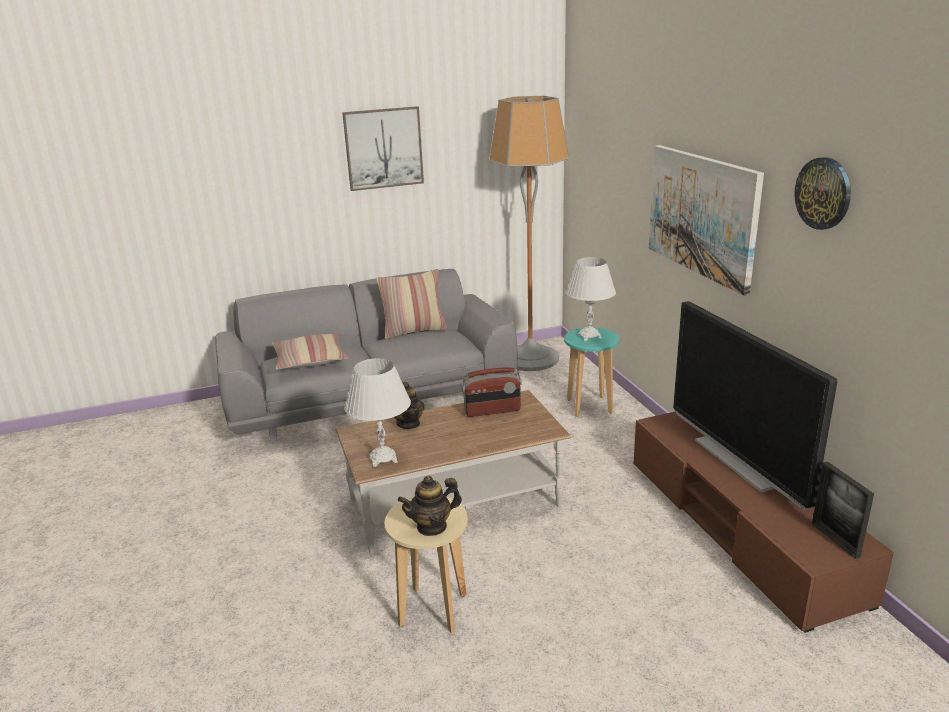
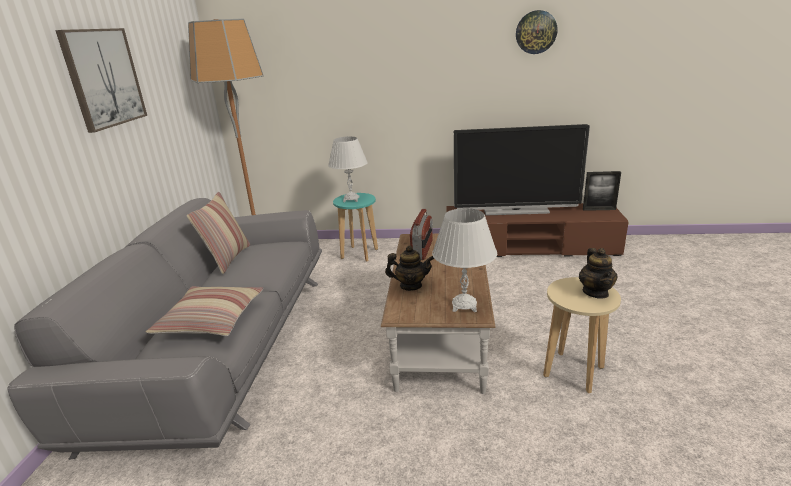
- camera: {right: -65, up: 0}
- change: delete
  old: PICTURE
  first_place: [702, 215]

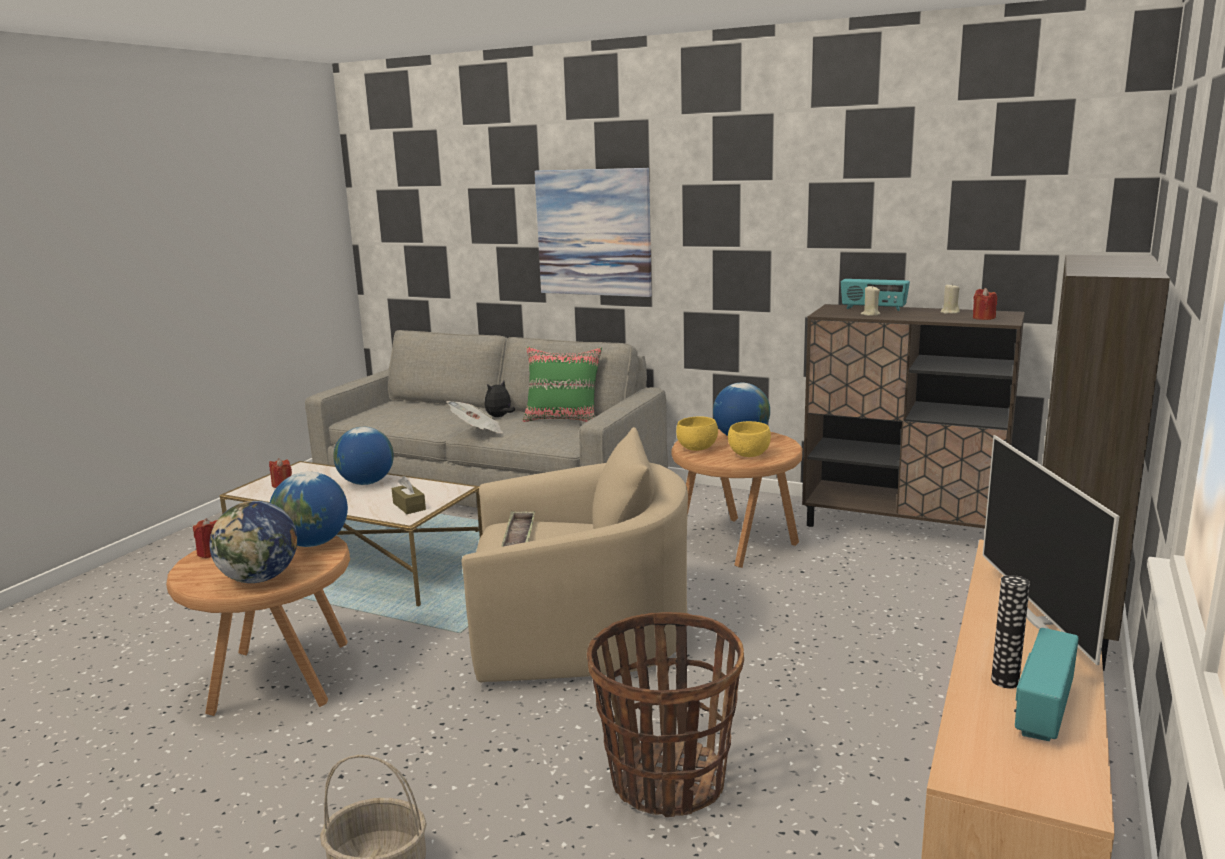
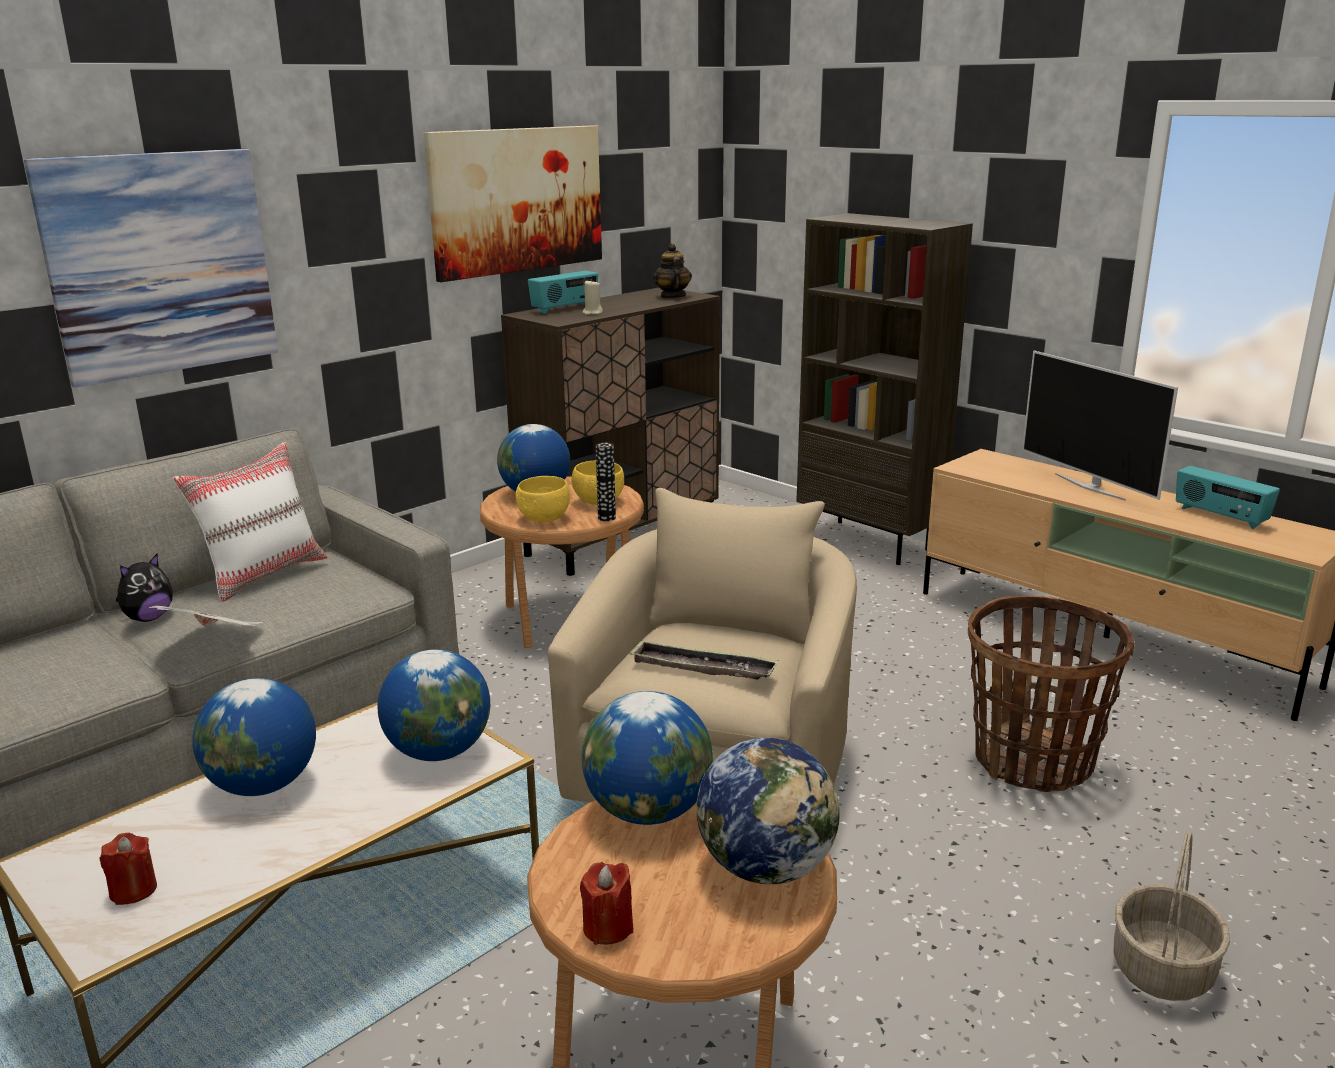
- camera: {right: -70, up: 5}
- change: delete
  old: BEIGE CANDLE
  first_place: [949, 312]
- change: replace
  old: RED CANDLE
  new: TEAPOT
  first_place: [983, 318]
  second_place: [672, 296]
- change: recolor
  old: GREEN PILLOW
  new: WHITE PILLOW
  first_place: [563, 420]
  second_place: [264, 575]
- change: rotate
  old: PLUSH TOY
  first_place: [499, 417]
  second_place: [148, 618]
  degrees: -120
- change: rotate
  old: TELEVISION
  first_place: [1042, 621]
  second_place: [1090, 486]
  degrees: 45
- change: replace
  old: BROWN TISSUE BOX
  new: GLOBE
  first_place: [409, 506]
  second_place: [439, 752]
- change: move
  old: VASE
  first_place: [1005, 681]
  second_place: [606, 518]
- change: insert
  new: PICTURE
  second_place: [517, 200]

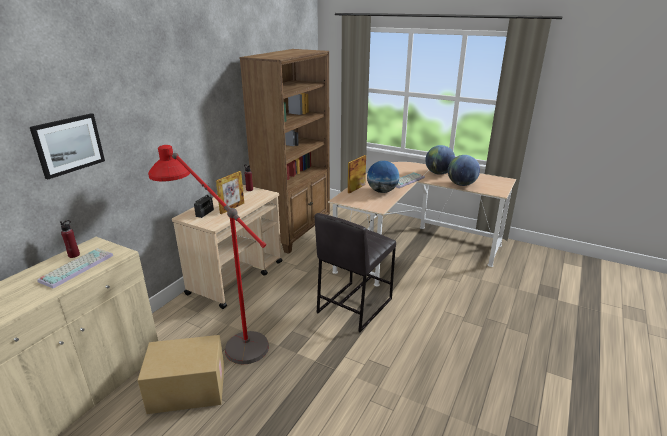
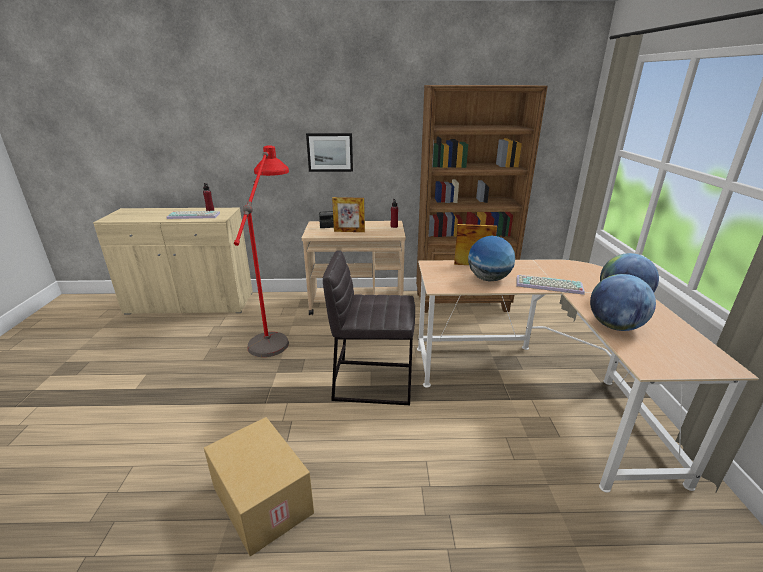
- camera: {right: 60, up: 0}
- change: move
  old: PICTURE
  first_place: [68, 145]
  second_place: [330, 152]
- change: move
  old: CARDBOARD BOX
  first_place: [187, 390]
  second_place: [260, 500]

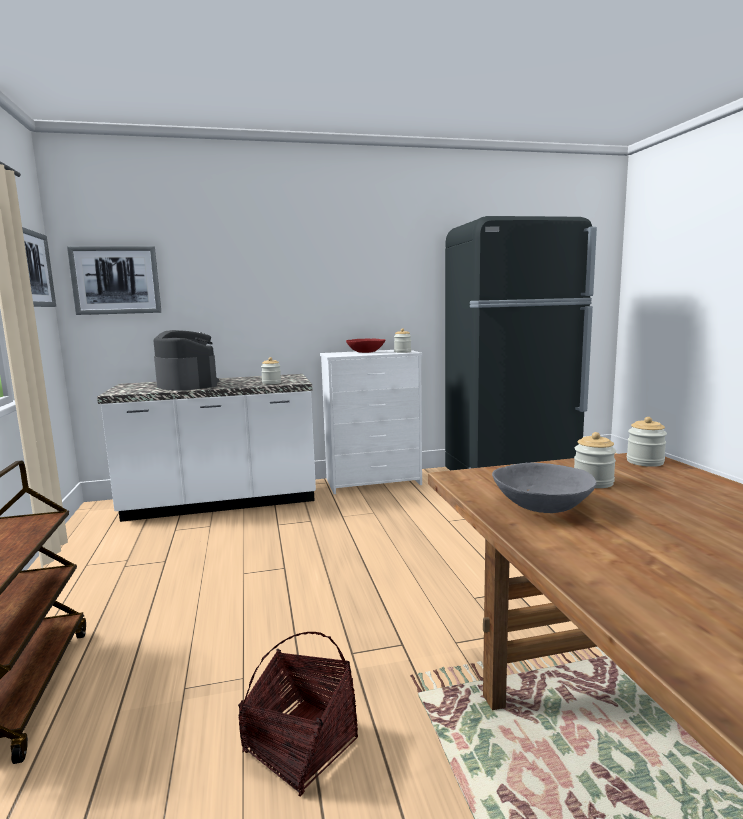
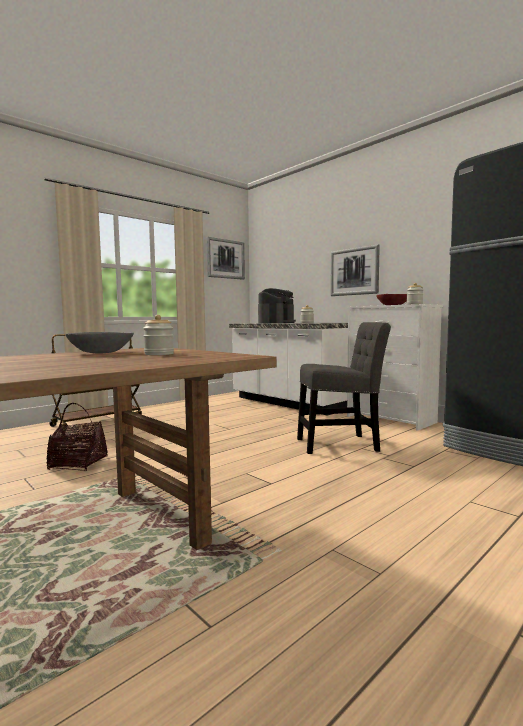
- camera: {right: 60, up: -5}
- change: move
  old: PICTURE
  first_place: [116, 280]
  second_place: [354, 271]
- change: delete
  old: JAR
  first_place: [645, 462]
- change: insert
  new: GREY CHAIR
  second_place: [341, 444]

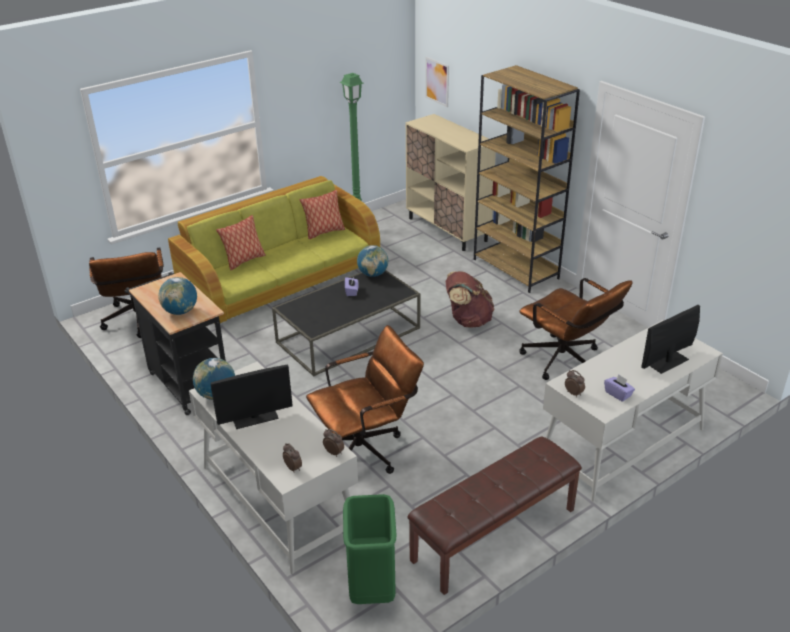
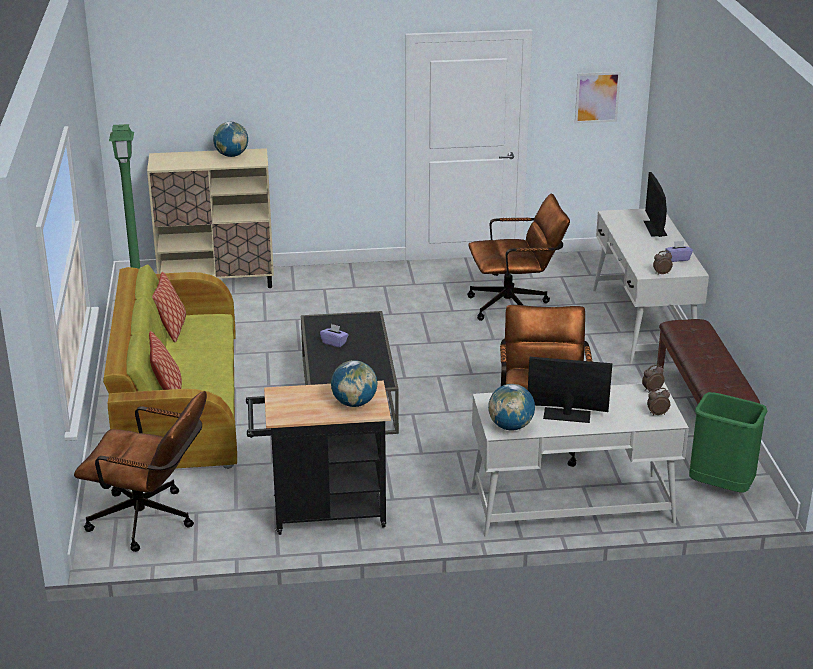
- camera: {right: -60, up: -5}
- change: move
  old: PICTURE
  first_place: [437, 81]
  second_place: [597, 97]
- change: delete
  old: BROWN BOOKCASE
  first_place: [516, 269]
- change: move
  old: GLOBE
  first_place: [373, 274]
  second_place: [231, 155]
- change: delete
  old: BROWN BACKPACK
  first_place: [467, 320]
- change: rotate
  old: MONITOR
  first_place: [255, 418]
  second_place: [567, 415]
  degrees: -90

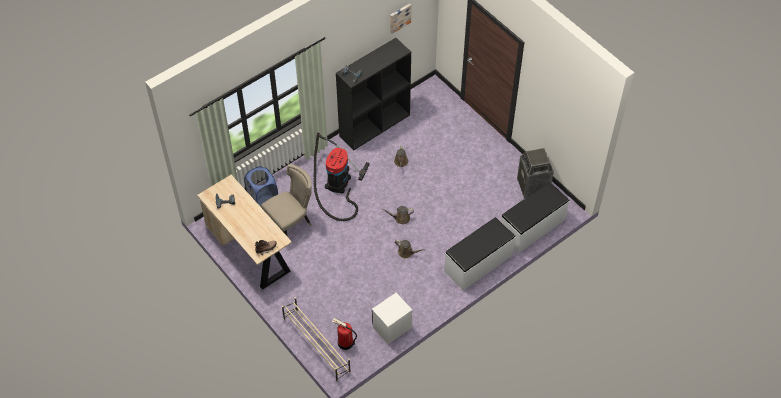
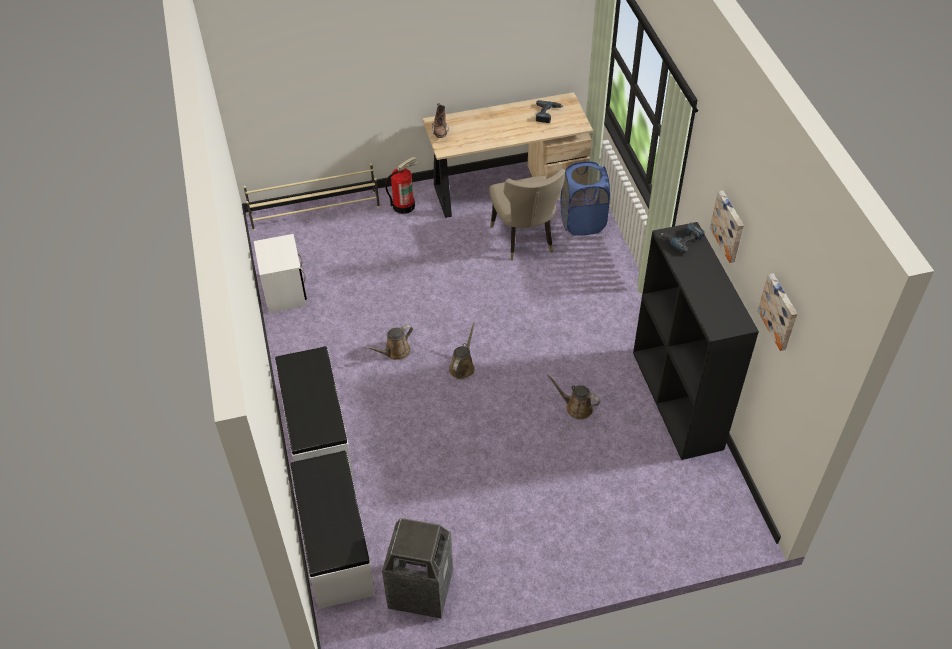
- camera: {right: 115, up: -5}
- change: delete
  old: VACUUM CLEANER
  first_place: [337, 185]
- change: move
  old: FIRE EXTINGUISHER
  first_place: [345, 343]
  second_place: [403, 205]
- change: insert
  new: PICTURE
  second_place: [729, 226]

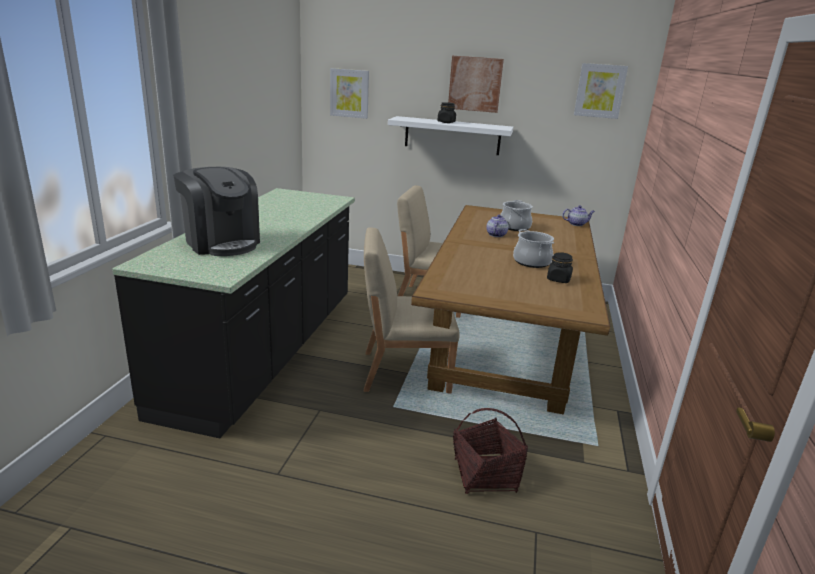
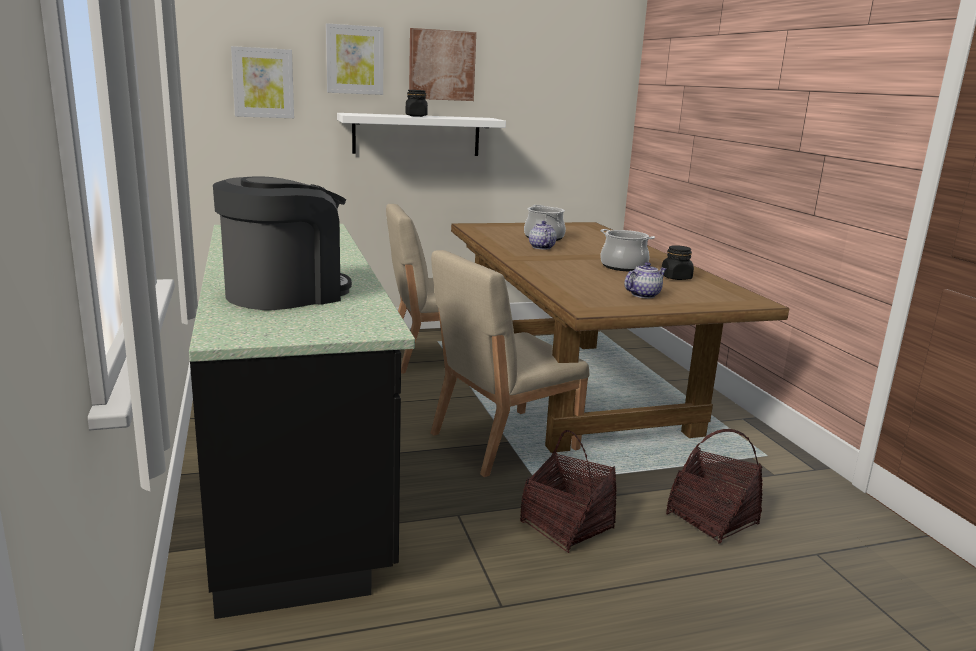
- camera: {right: -30, up: -5}
- change: move
  old: PICTURE
  first_place: [600, 91]
  second_place: [354, 60]
- change: rotate
  old: COFFEE MACHINE
  first_place: [221, 242]
  second_place: [285, 293]
  degrees: -60
- change: move
  old: TEAPOT
  first_place: [576, 224]
  second_place: [643, 295]
- change: insert
  new: BASKET
  second_place: [566, 525]

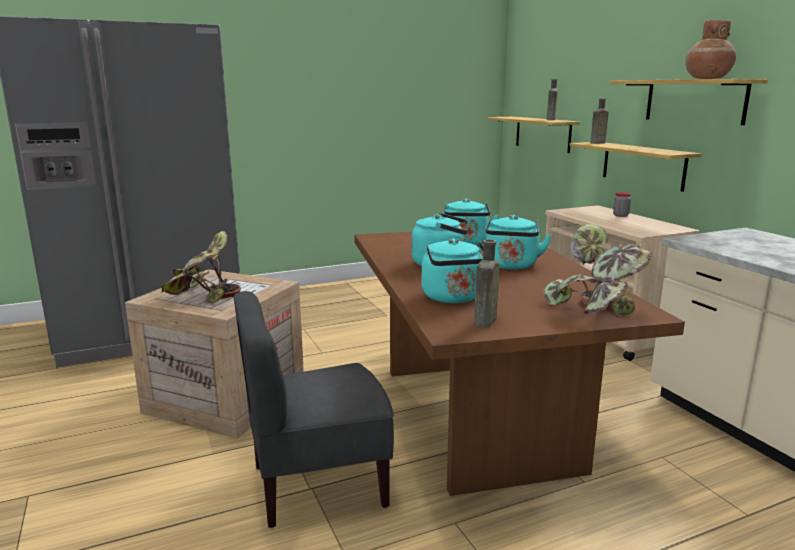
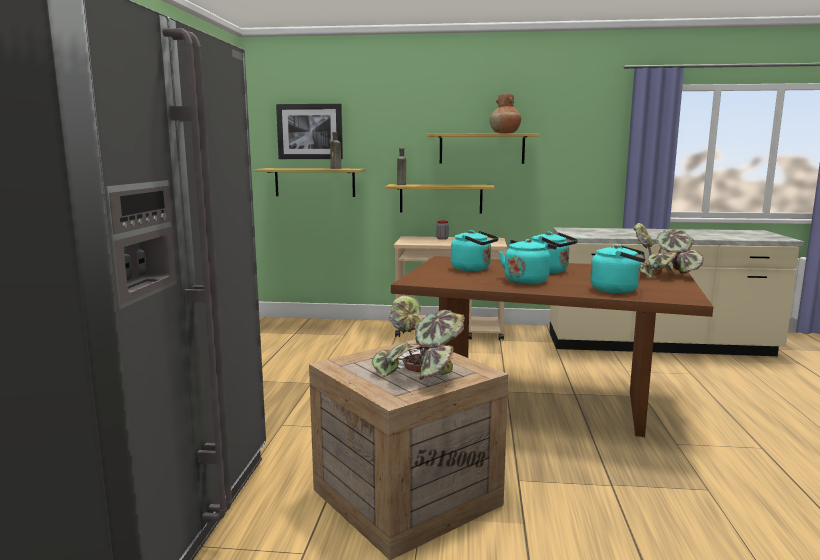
- camera: {right: -60, up: -5}
- change: delete
  old: BROWN BOTTLE
  first_place: [484, 322]
- change: delete
  old: GREY CHAIR
  first_place: [317, 484]
- change: insert
  new: PICTURE
  second_place: [310, 131]

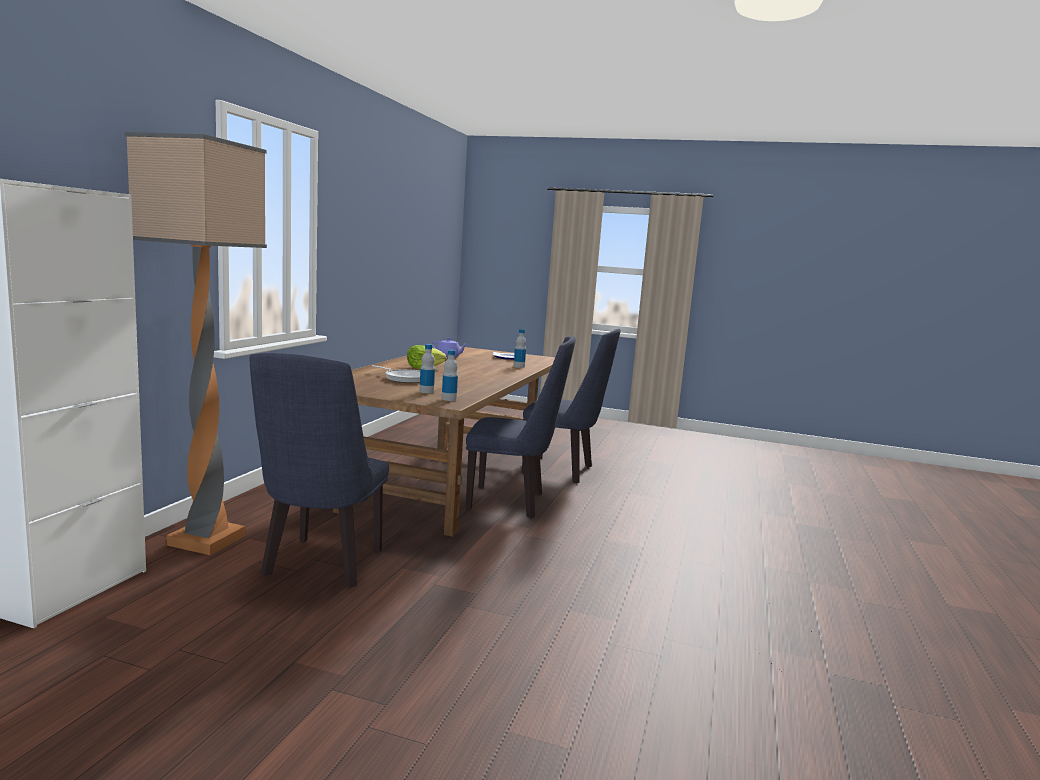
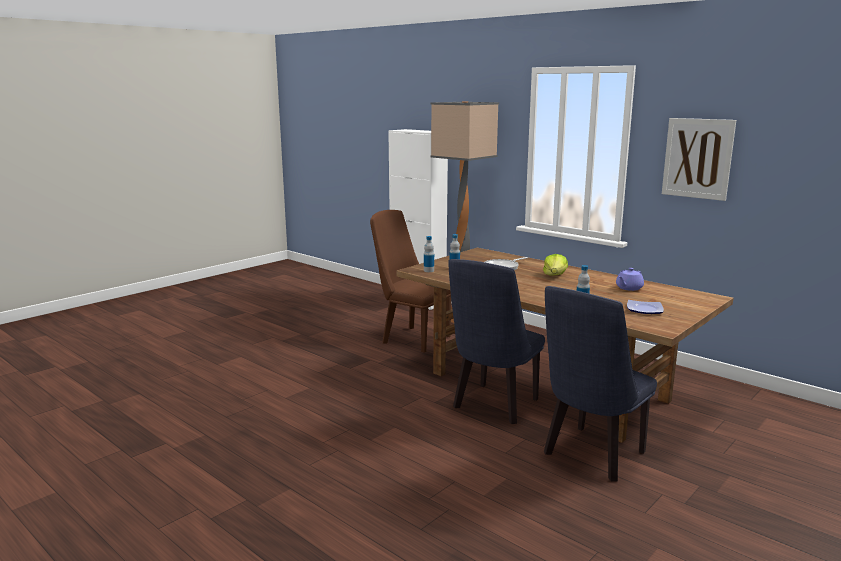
- camera: {right: 115, up: 5}
- change: recolor
  old: BLUE CHAIR
  new: BROWN CHAIR
  first_place: [320, 567]
  second_place: [411, 338]
- change: insert
  new: PICTURE
  second_place: [697, 158]

